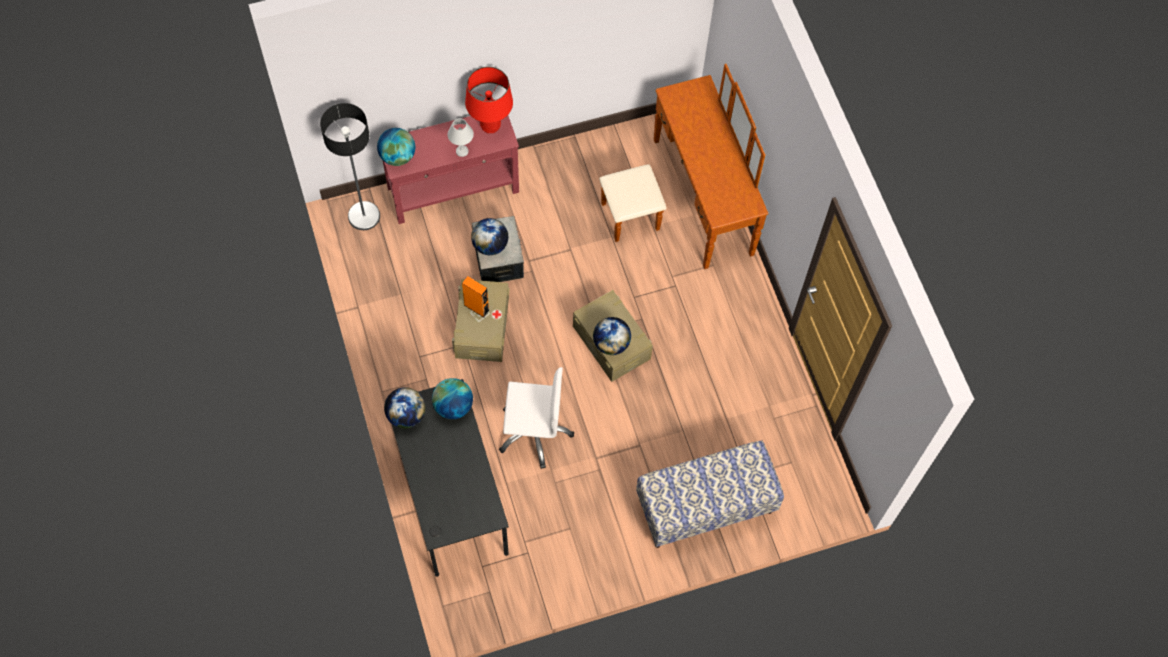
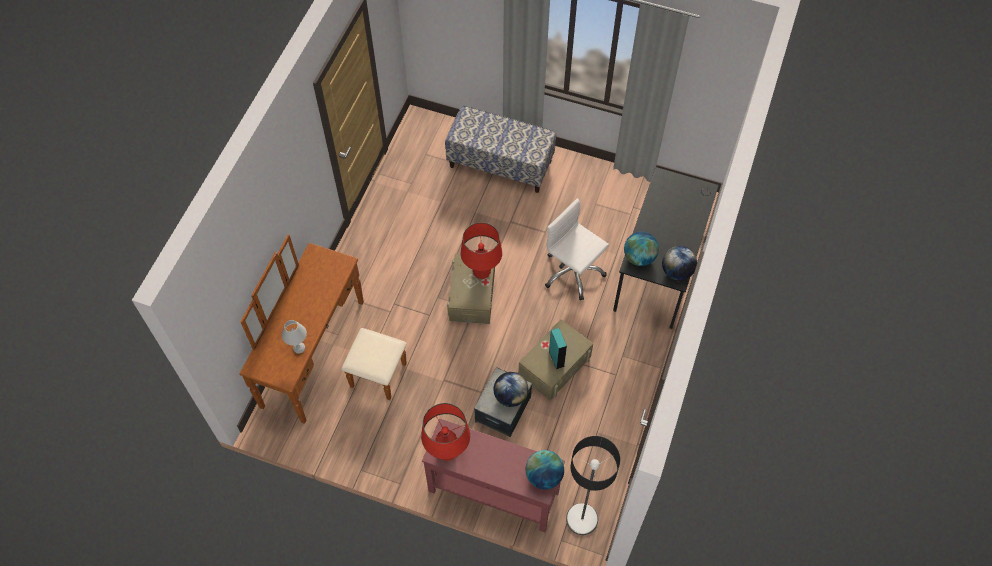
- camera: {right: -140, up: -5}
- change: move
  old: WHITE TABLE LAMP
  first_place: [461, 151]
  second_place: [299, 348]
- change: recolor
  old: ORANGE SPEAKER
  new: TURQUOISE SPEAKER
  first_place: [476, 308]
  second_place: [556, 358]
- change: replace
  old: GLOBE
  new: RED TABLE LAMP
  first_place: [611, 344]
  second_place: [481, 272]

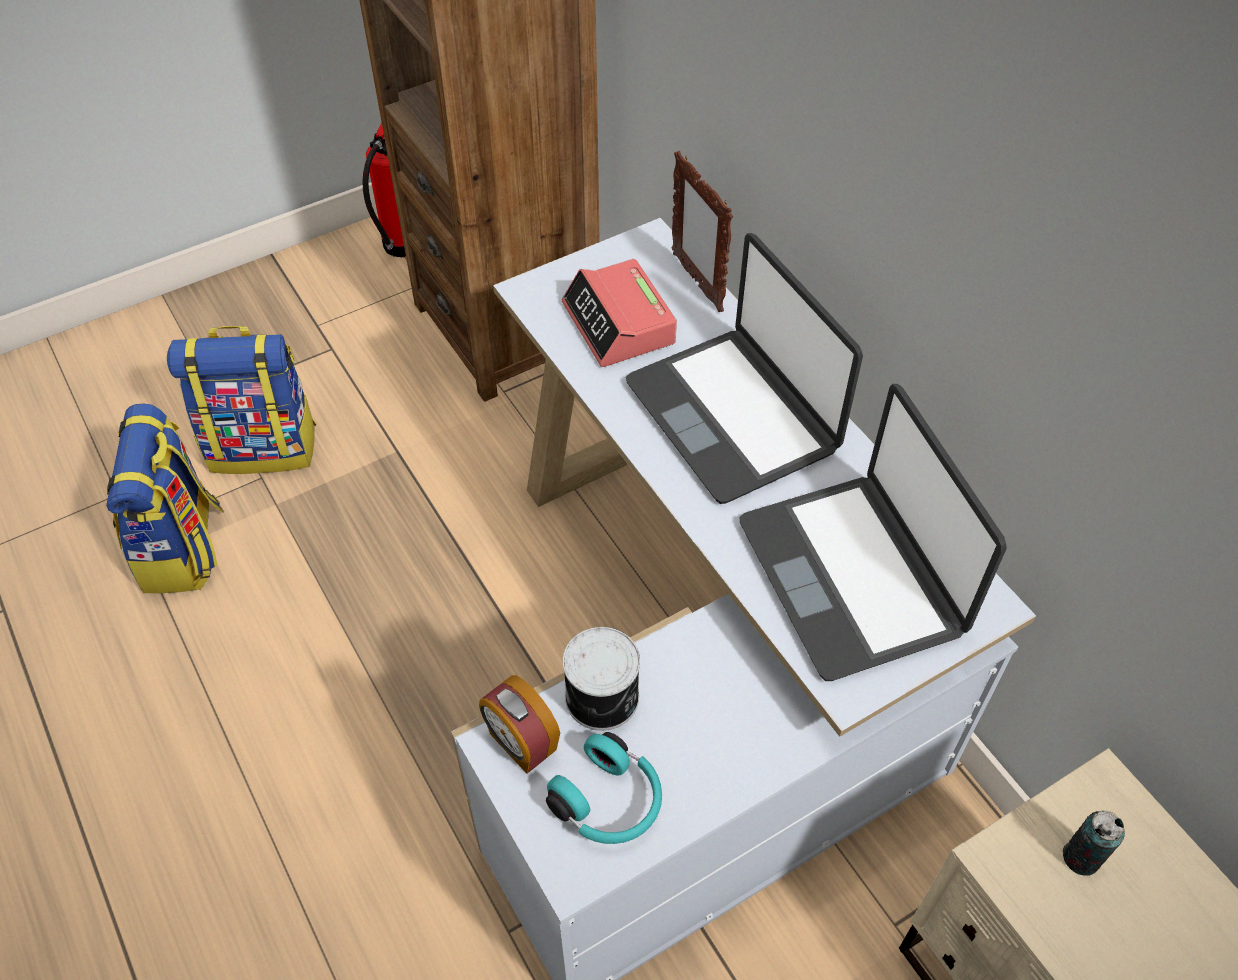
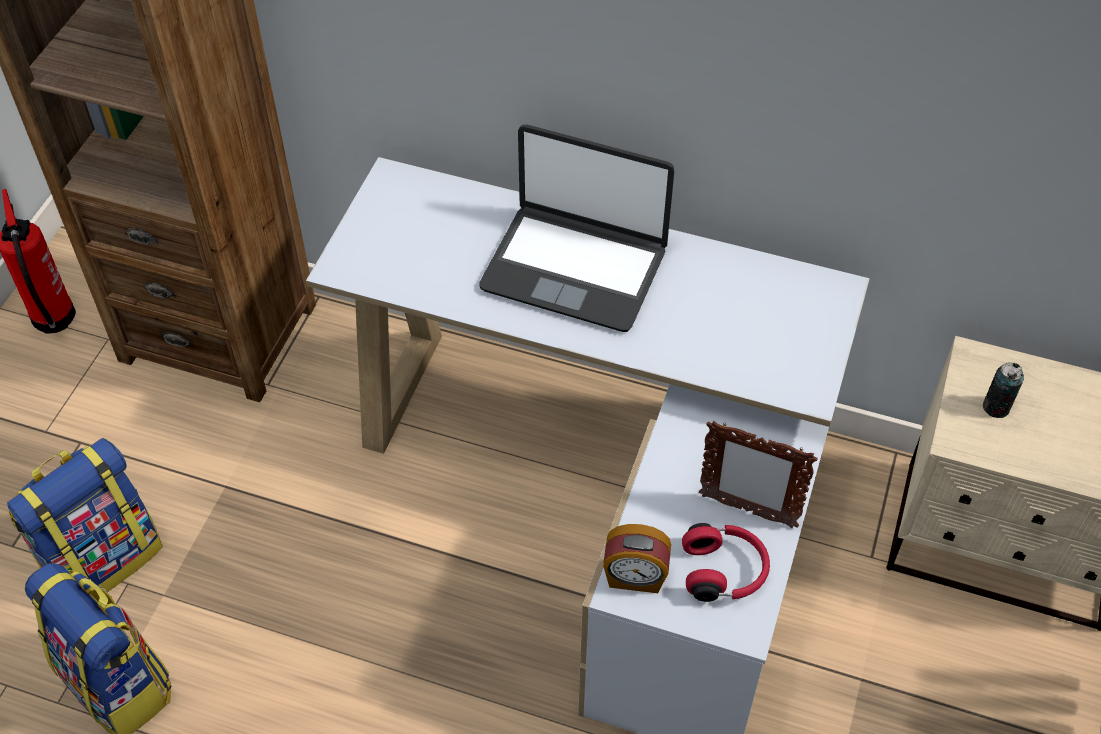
- camera: {right: -40, up: 0}
- change: move
  old: PICTURE FRAME
  first_place: [697, 282]
  second_place: [747, 510]
- change: delete
  old: ALARM CLOCK
  first_place: [619, 324]
- change: delete
  old: LAPTOP
  first_place: [852, 576]
- change: delete
  old: CAN
  first_place: [604, 697]
- change: recolor
  old: TURQUOISE HEADPHONES
  new: RED HEADPHONES
  first_place: [609, 802]
  second_place: [724, 571]

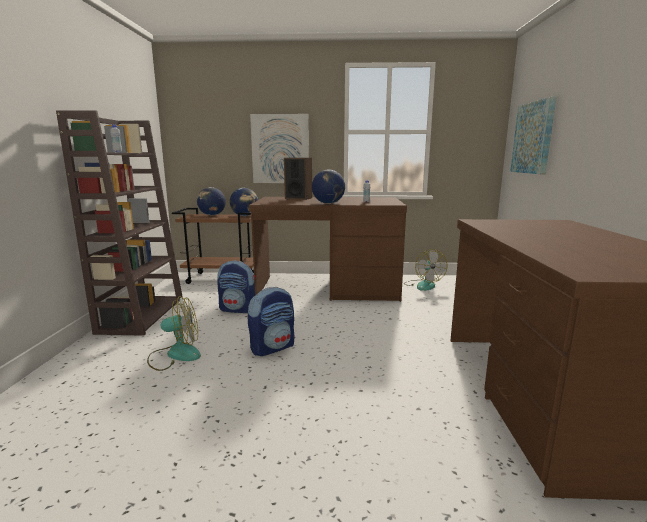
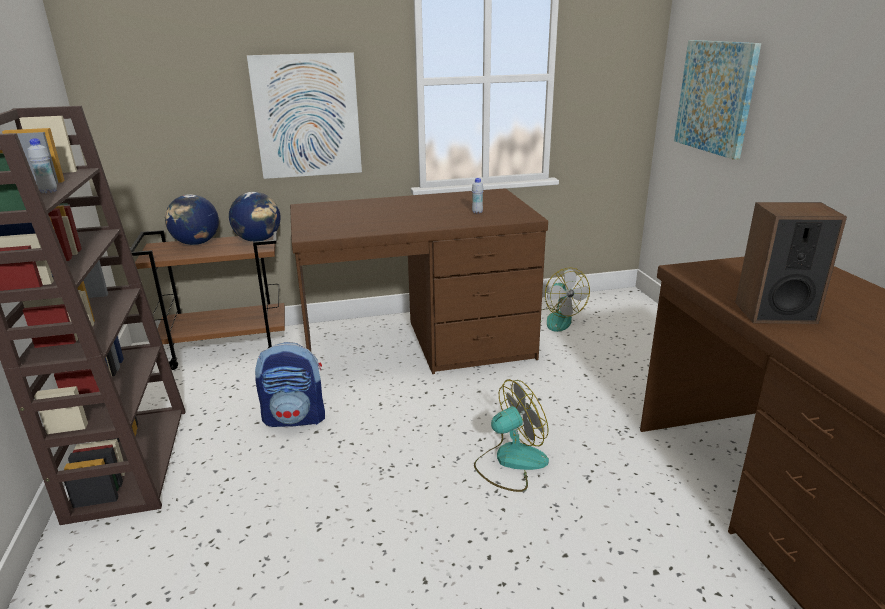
- camera: {right: -15, up: 10}
- change: move
  old: SPEAKER
  first_place: [298, 198]
  second_place: [774, 312]
- change: delete
  old: GLOBE
  first_place: [328, 203]
- change: delete
  old: BACKPACK
  first_place: [273, 347]
- change: move
  old: FAN
  first_place: [175, 355]
  second_place: [510, 462]

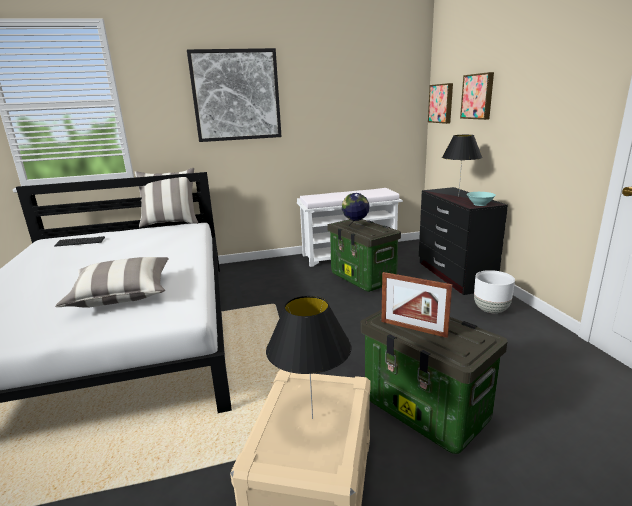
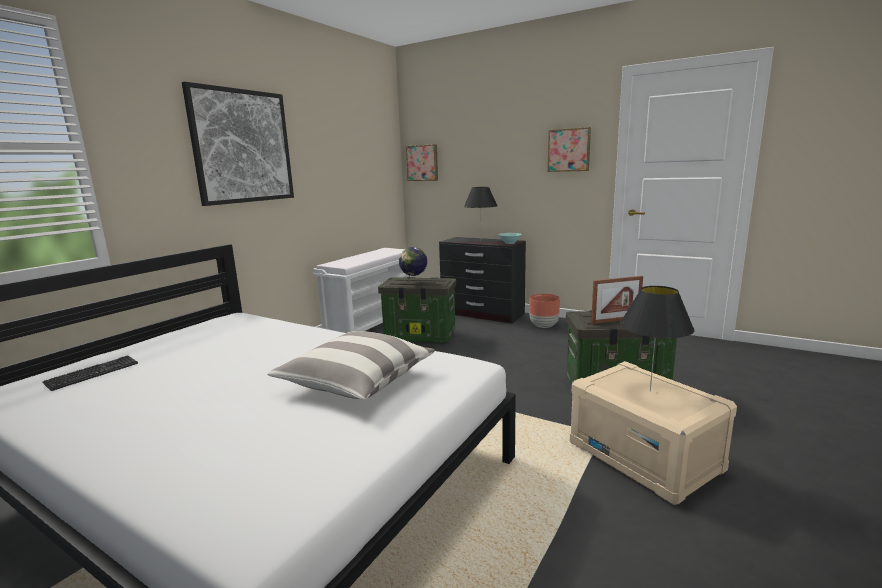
- camera: {right: -45, up: -5}
- change: move
  old: PICTURE
  first_place: [478, 96]
  second_place: [569, 150]
- change: delete
  old: PILLOW
  first_place: [171, 223]
- change: recolor
  old: WHITE PLANTER
  new: BROWN PLANTER
  first_place: [491, 310]
  second_place: [544, 326]

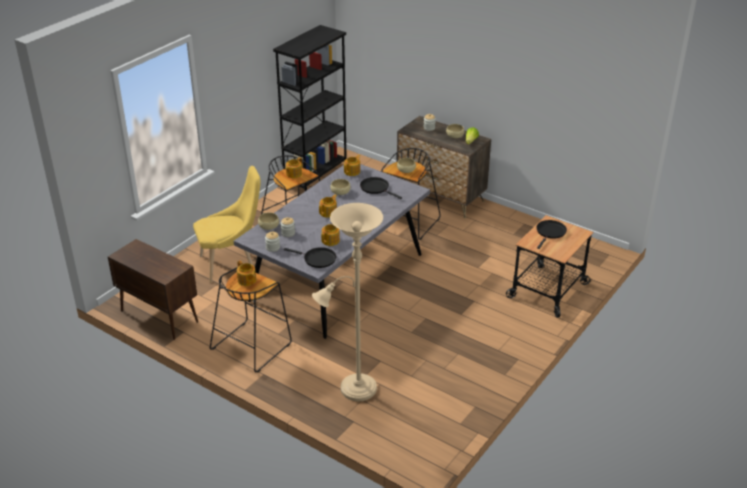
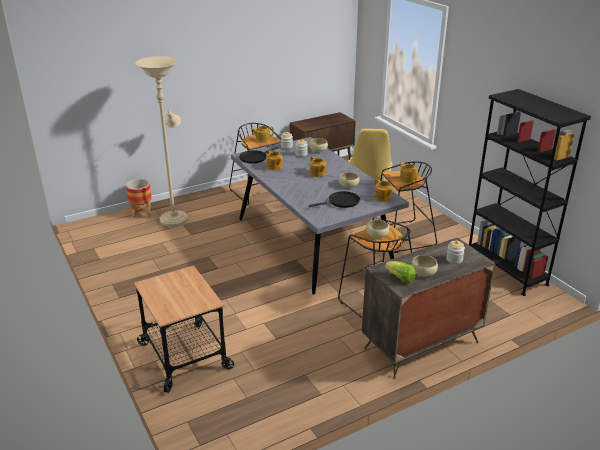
- camera: {right: 115, up: -5}
- change: delete
  old: BLACK FRYING PAN
  first_place: [550, 232]
- change: insert
  new: PLANTER
  second_place: [142, 213]

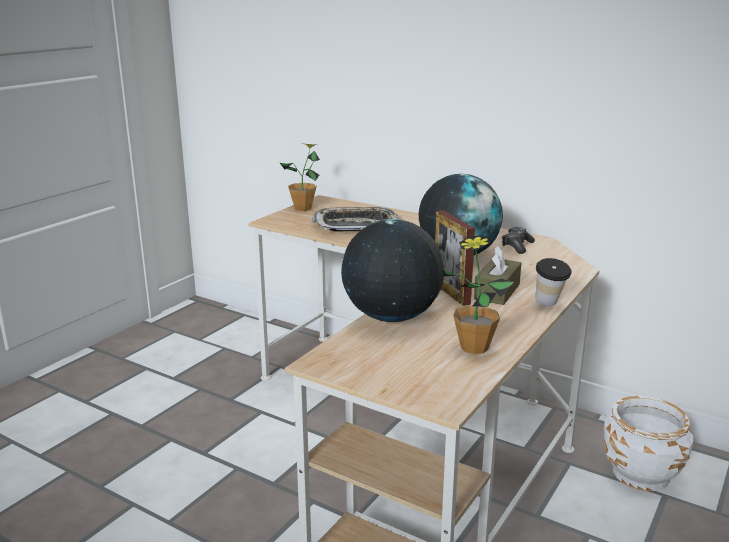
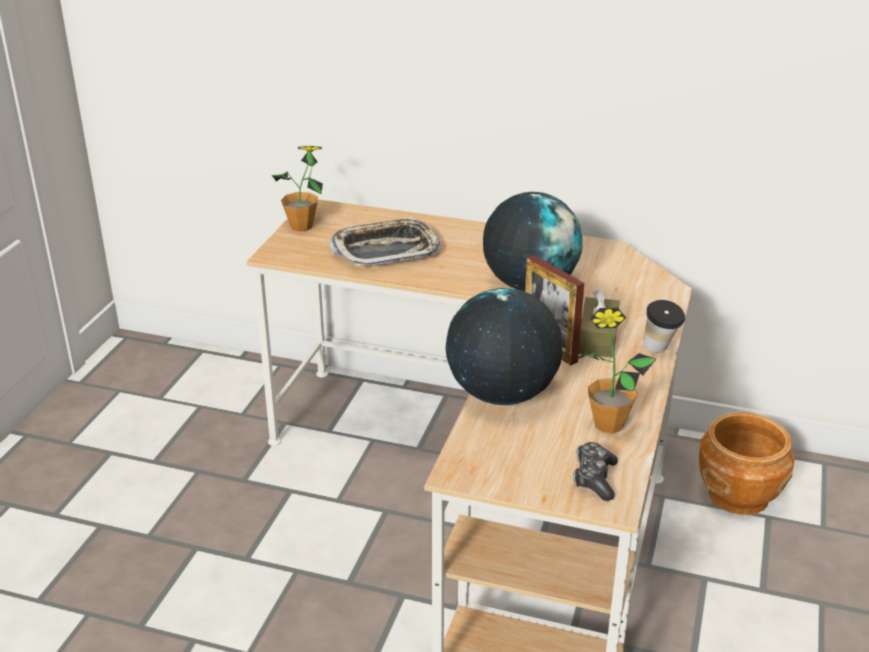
- camera: {right: -15, up: 10}
- change: move
  old: GAME CONTROLLER
  first_place: [517, 246]
  second_place: [594, 478]
- change: recolor
  old: WHITE PLANTER
  new: BROWN PLANTER
  first_place: [640, 473]
  second_place: [738, 495]

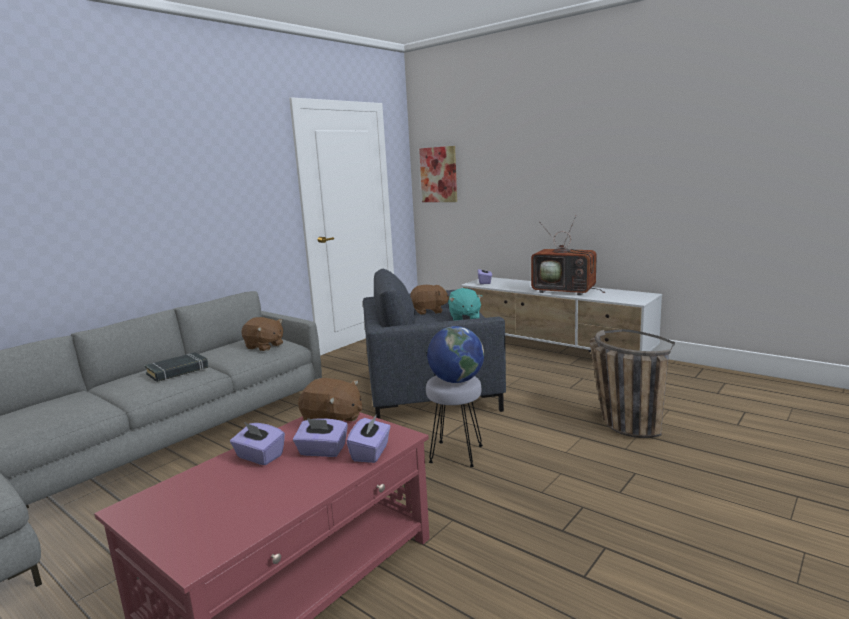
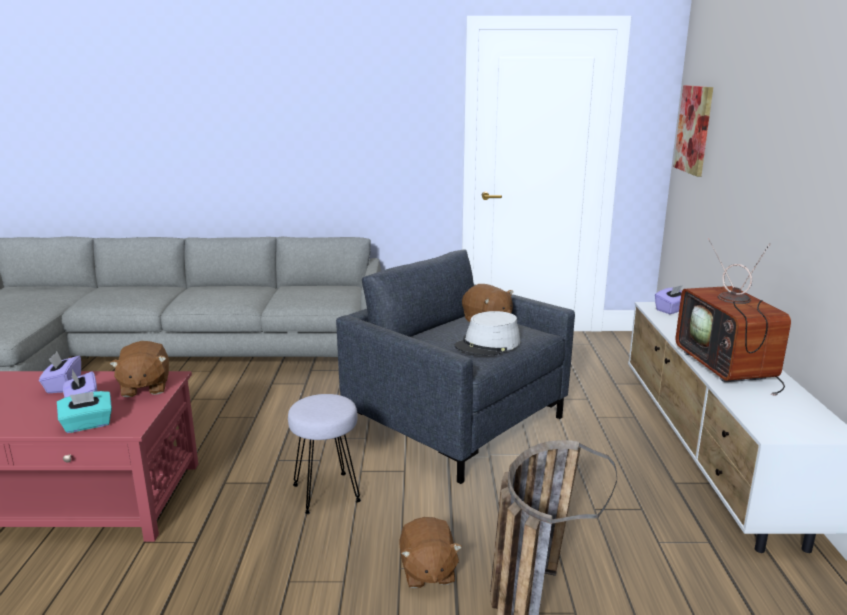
- camera: {right: 50, up: 5}
- change: replace
  old: TURQUOISE PLUSH TOY
  new: GREY HAT
  first_place: [464, 318]
  second_place: [488, 344]
- change: move
  old: BROWN PLUSH TOY
  first_place: [264, 346]
  second_place: [427, 571]
- change: delete
  old: GLOBE
  first_place: [456, 380]
- change: delete
  old: BLACK BOOK
  first_place: [178, 371]
- change: recolor
  old: PURPLE TISSUE BOX
  new: TURQUOISE TISSUE BOX
  first_place: [371, 453]
  second_place: [88, 425]

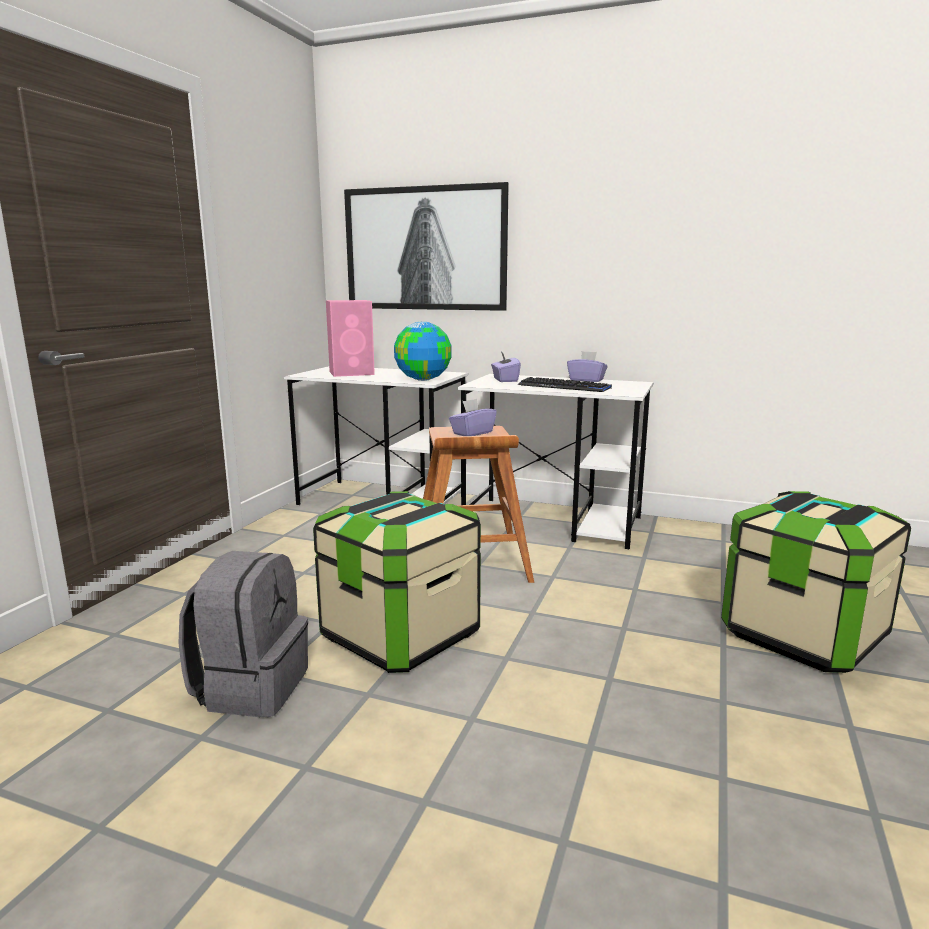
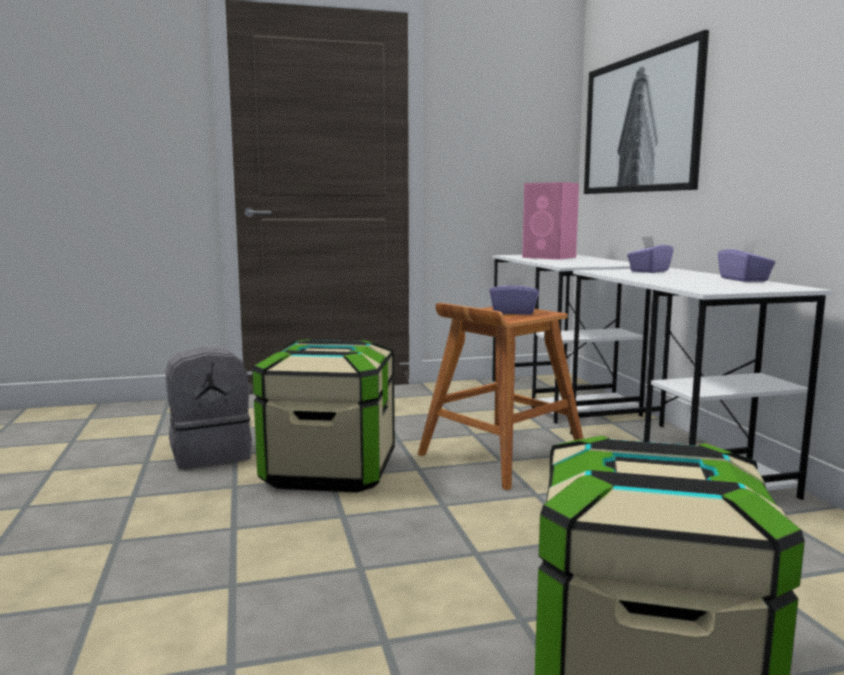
- camera: {right: 55, up: -5}
- change: delete
  old: GLOBE
  first_place: [423, 379]
- change: delete
  old: KEYBOARD
  first_place: [564, 387]

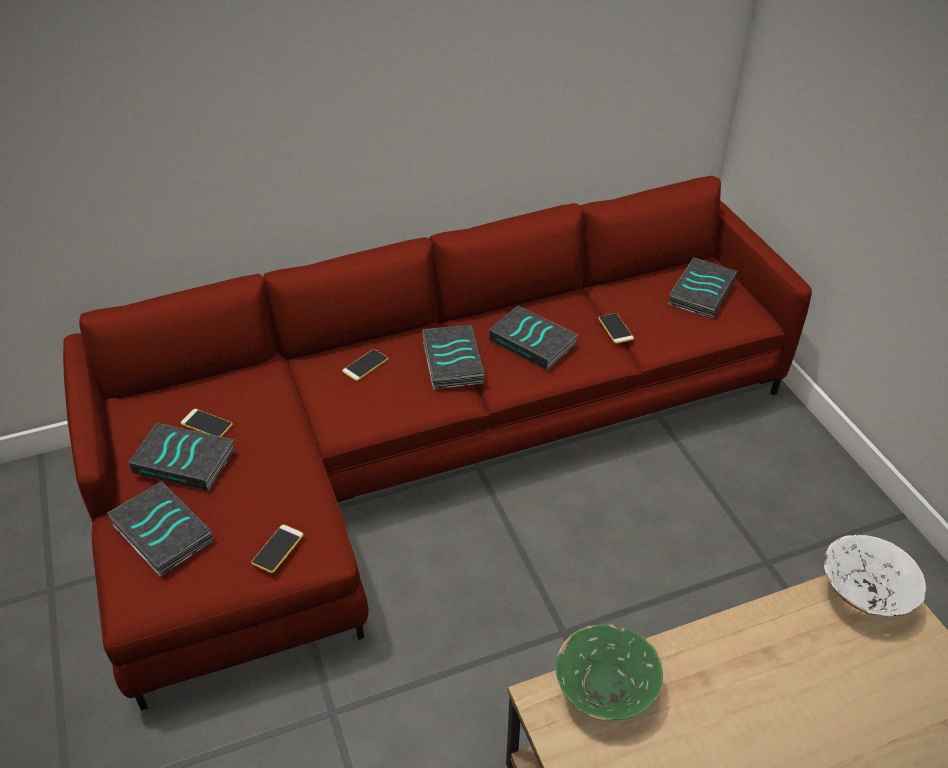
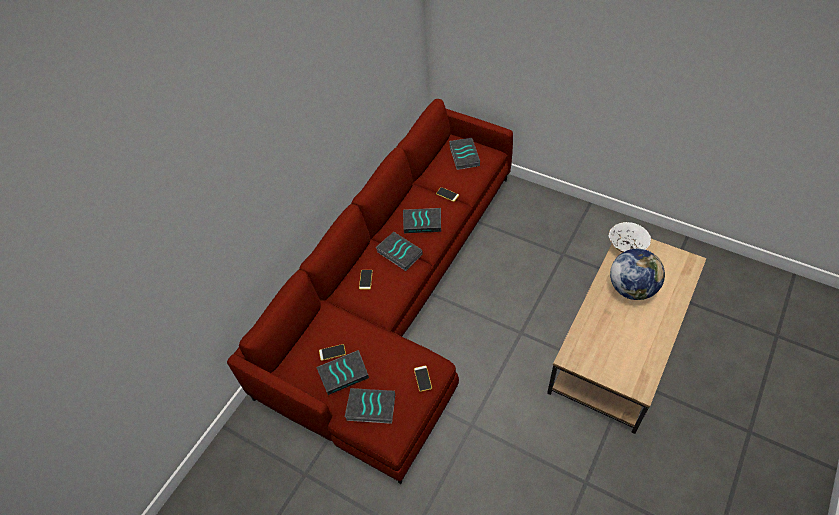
- camera: {right: -35, up: 10}
- change: delete
  old: GREEN BOWL
  first_place: [605, 690]
- change: insert
  new: GLOBE
  second_place: [632, 288]

